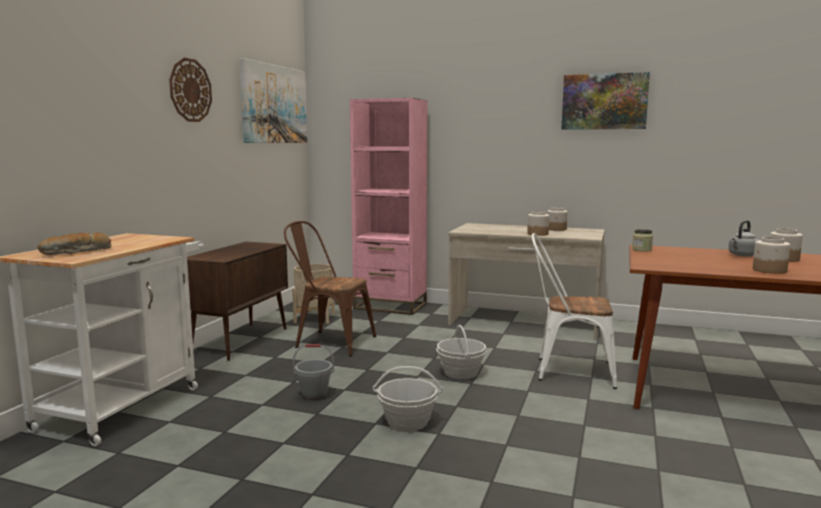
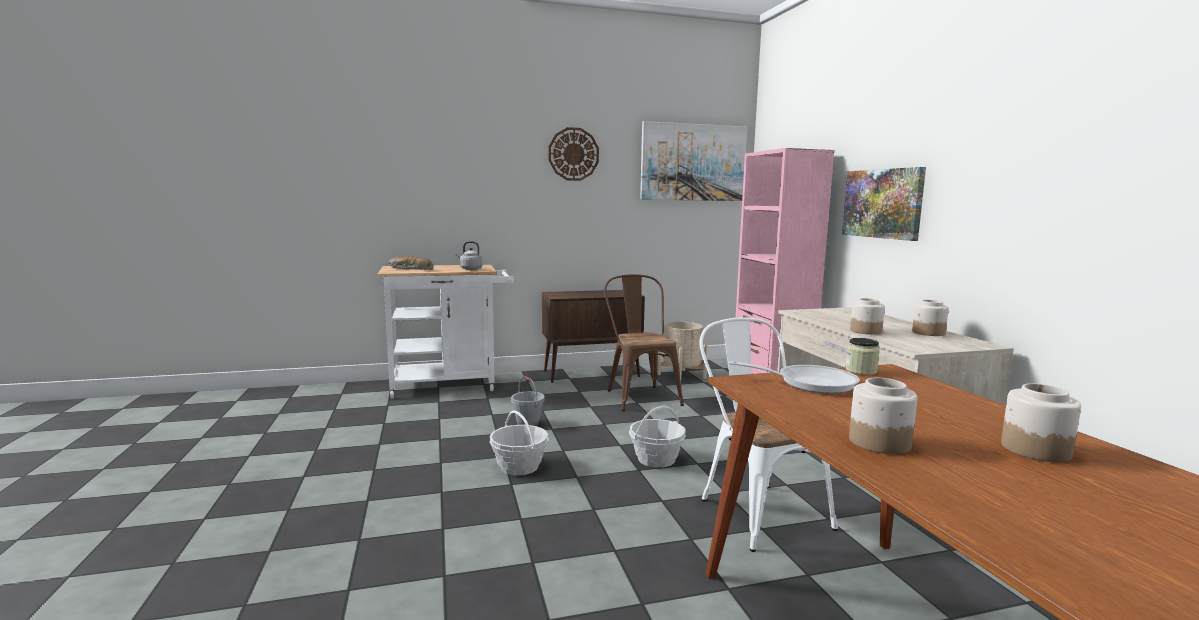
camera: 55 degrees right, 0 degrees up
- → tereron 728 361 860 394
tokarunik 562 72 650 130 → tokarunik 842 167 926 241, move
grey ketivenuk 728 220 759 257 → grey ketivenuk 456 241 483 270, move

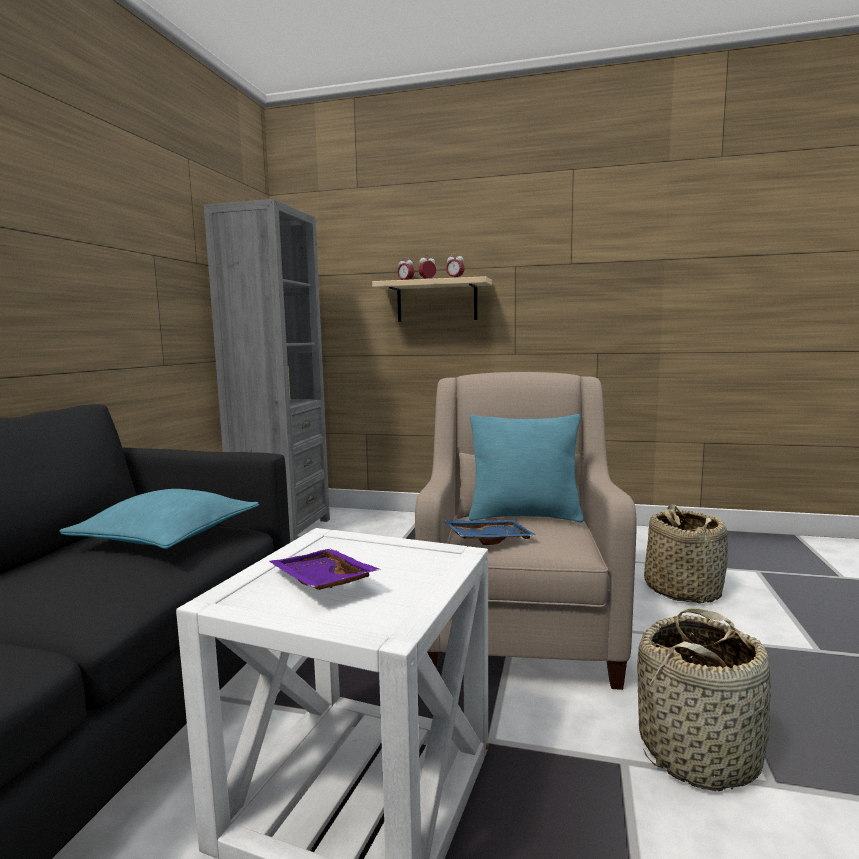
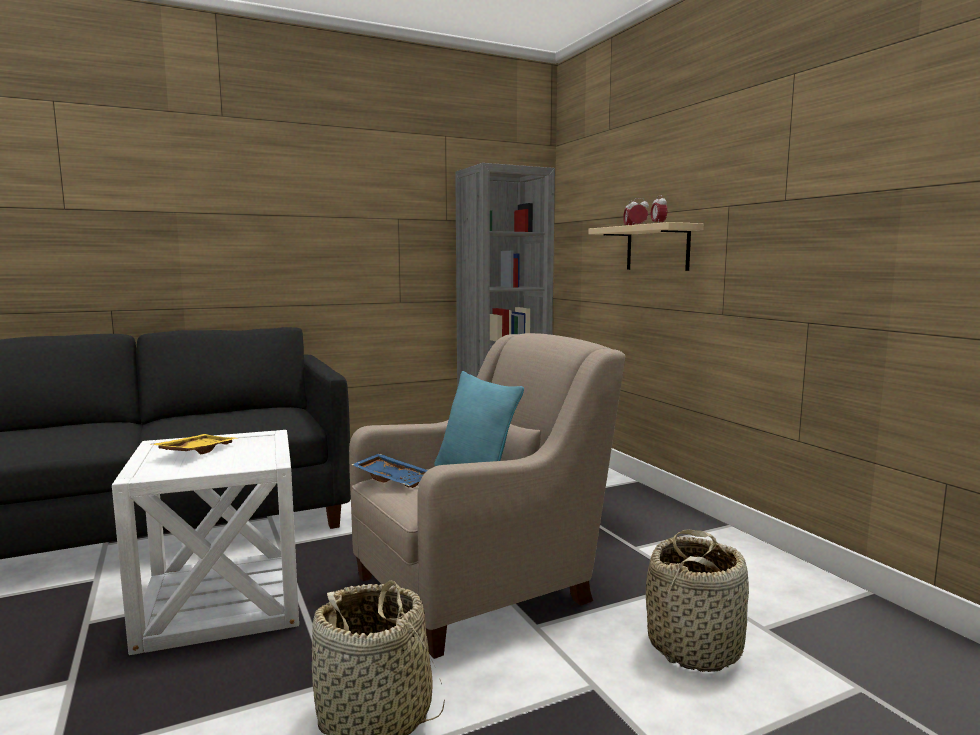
camera: 50 degrees right, 0 degrees up
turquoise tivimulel 59 489 259 549 → -
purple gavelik 269 549 381 590 → yellow gavelik 153 434 238 454

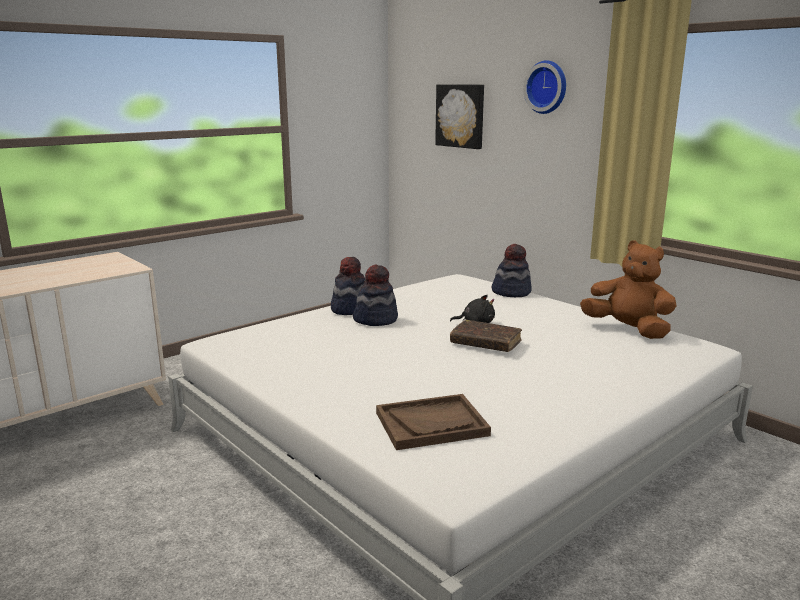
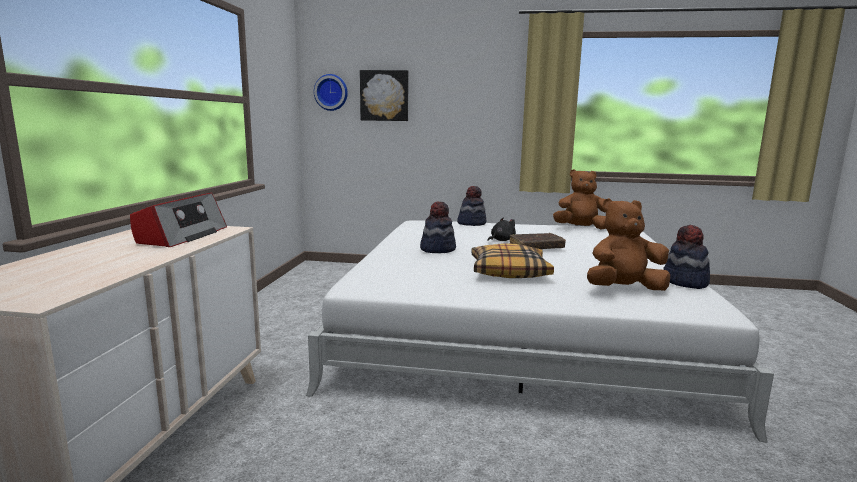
camera: 40 degrees left, 5 degrees down
- → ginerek 130 193 227 247
- → tivimulel 472 243 554 278
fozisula 331 257 365 315 → fozisula 663 225 710 289, move
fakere 523 60 566 114 → fakere 314 74 348 111, move
brown gavelik 376 394 491 450 → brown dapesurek 587 198 670 291

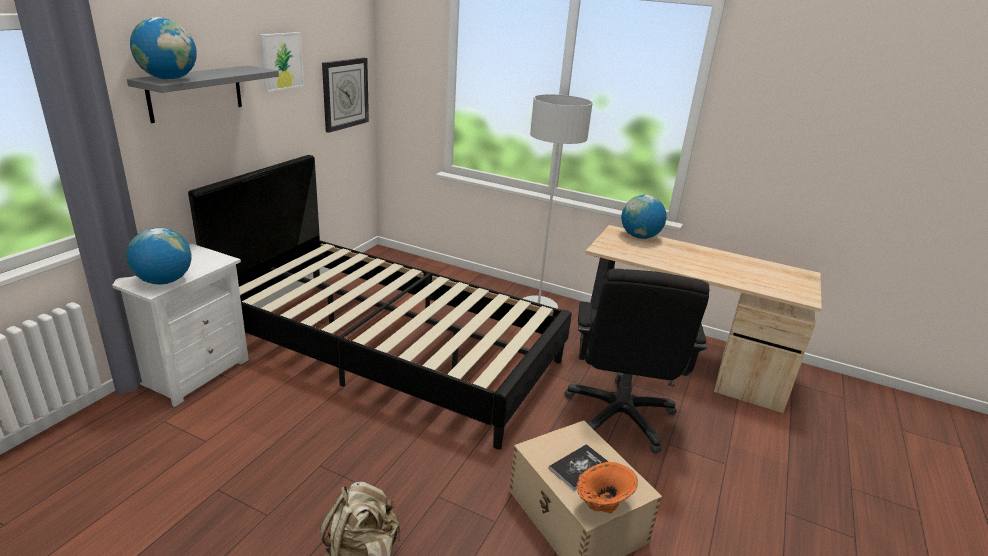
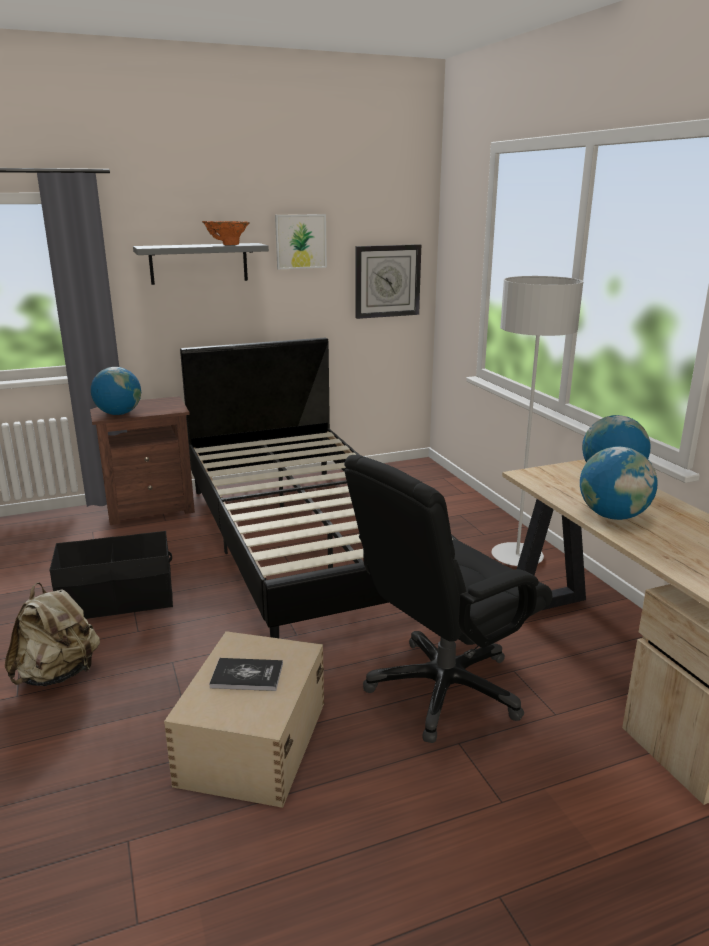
camera: 45 degrees right, 5 degrees down
- → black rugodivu 49 531 173 619
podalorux 130 17 197 80 → podalorux 580 446 658 520, move
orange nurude 577 462 638 513 → orange nurude 202 221 249 245, move
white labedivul 112 243 249 407 → brown labedivul 90 396 195 525

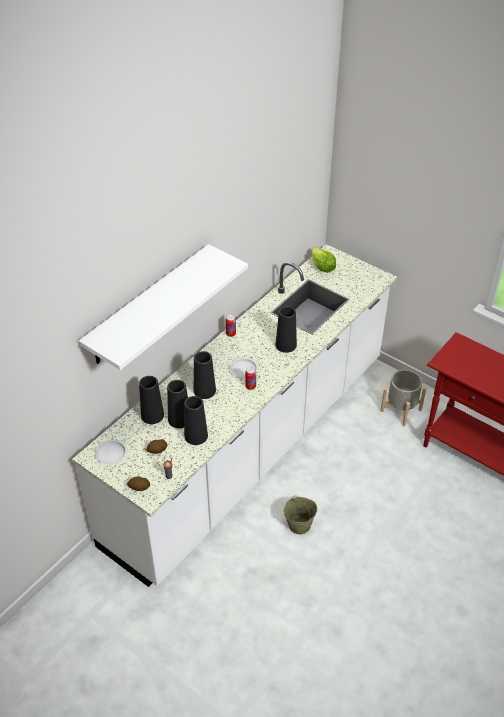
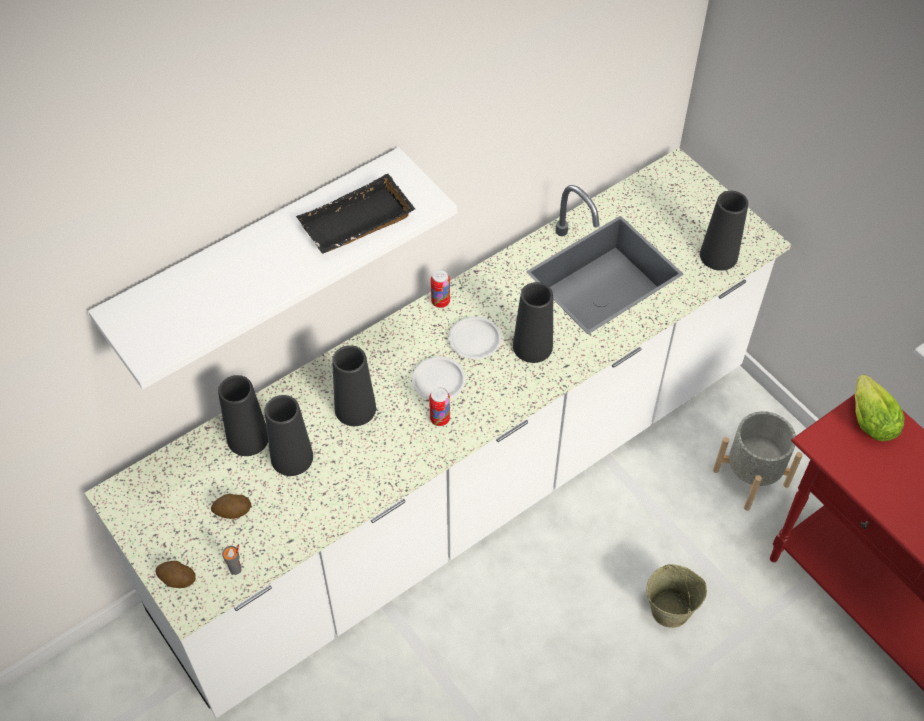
camera: 15 degrees right, 10 degrees up
- → black gavelik 296 174 415 254
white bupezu 95 440 127 465 → white bupezu 449 316 502 359, move
black nurude 184 396 208 445 → black nurude 700 191 748 271, move
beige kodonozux 284 496 317 534 → beige kodonozux 646 564 707 628, move
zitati 312 247 336 273 → zitati 855 375 904 441, move

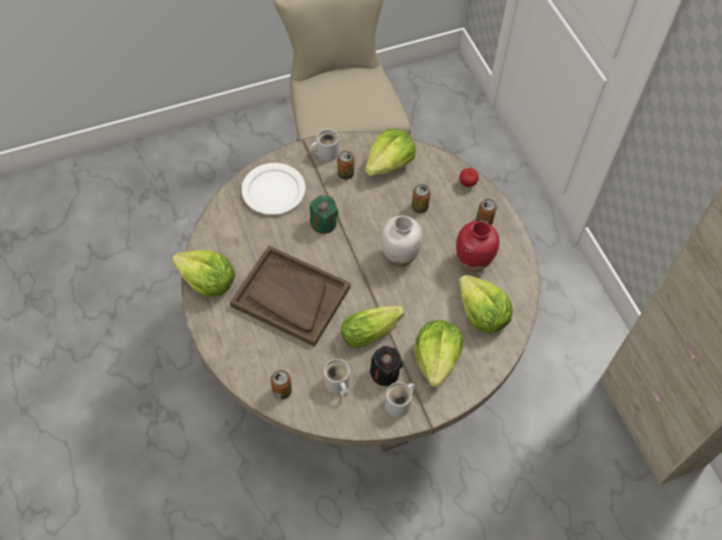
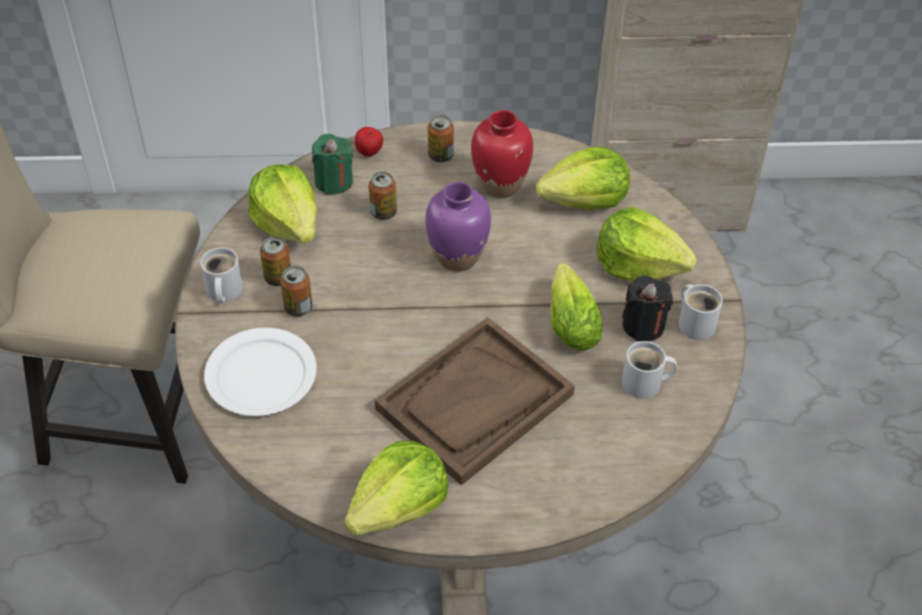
camera: 70 degrees left, 10 degrees down
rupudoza 271 370 292 399 → rupudoza 280 266 312 316, move
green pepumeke 310 195 339 234 → green pepumeke 312 134 353 195, move
white nurude 380 216 423 267 → purple nurude 425 182 491 272

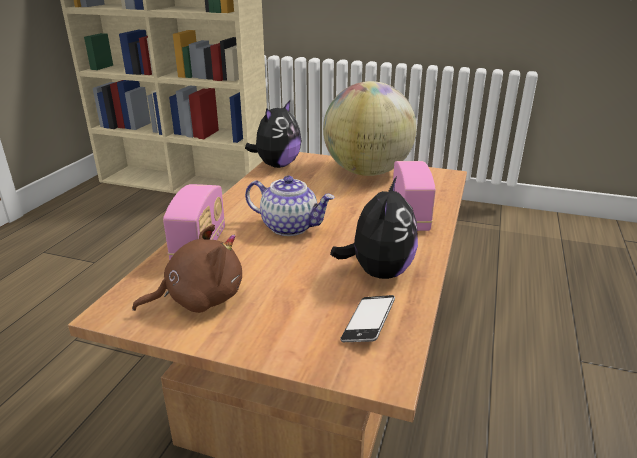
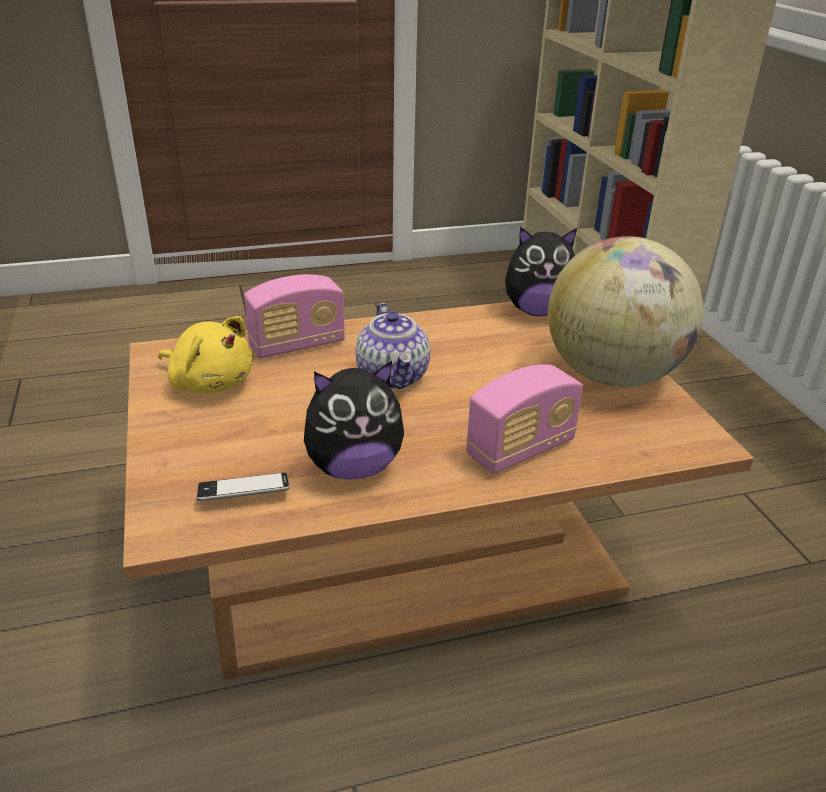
camera: 55 degrees right, 5 degrees up
brown dapesurek 132 224 242 313 → yellow dapesurek 159 316 252 394

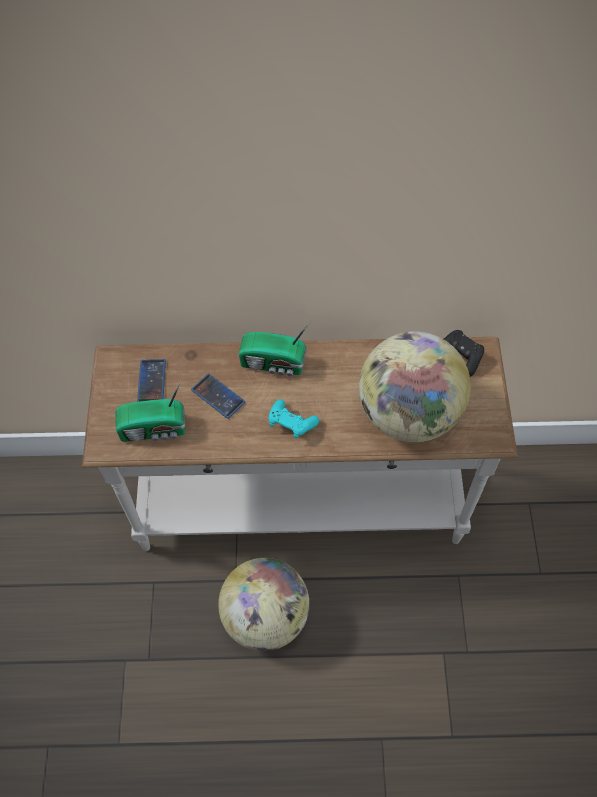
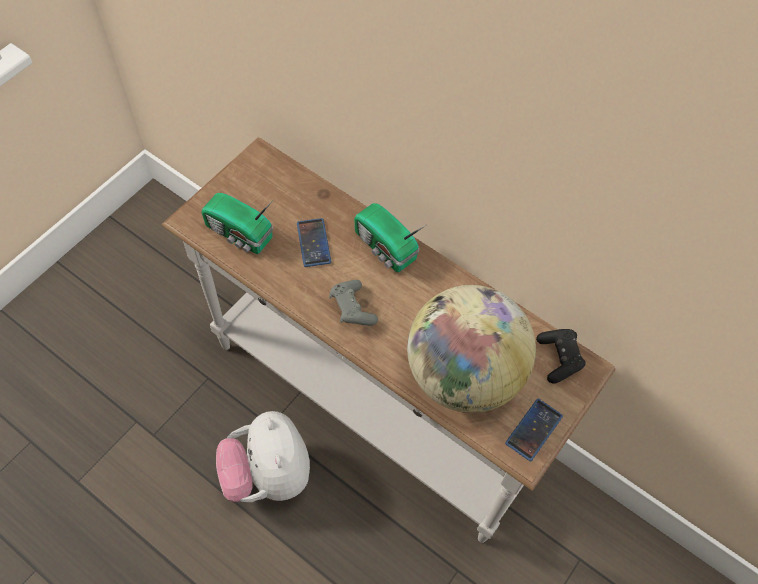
camera: 35 degrees right, 0 degrees up
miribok 137 359 166 402 → miribok 505 399 563 461, move
podalorux 218 558 309 651 → dapesurek 216 411 310 502
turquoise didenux 269 399 319 439 → grey didenux 329 280 378 326

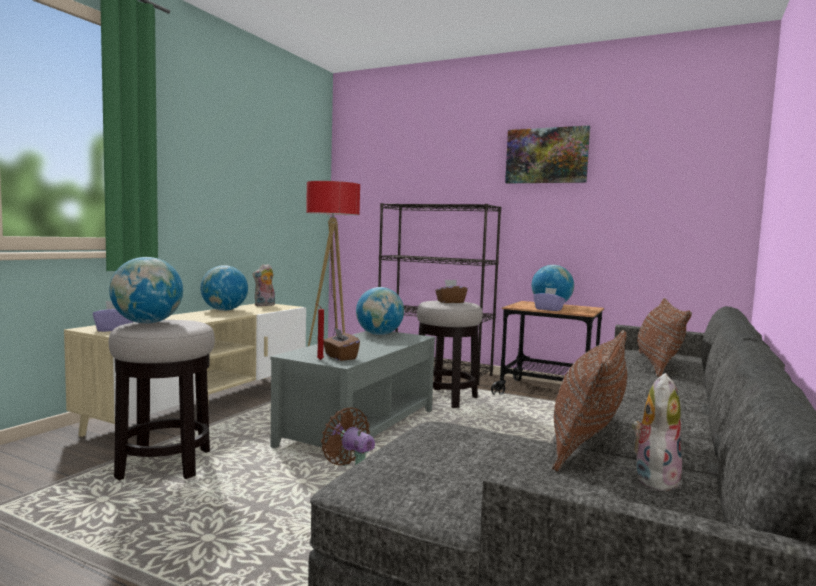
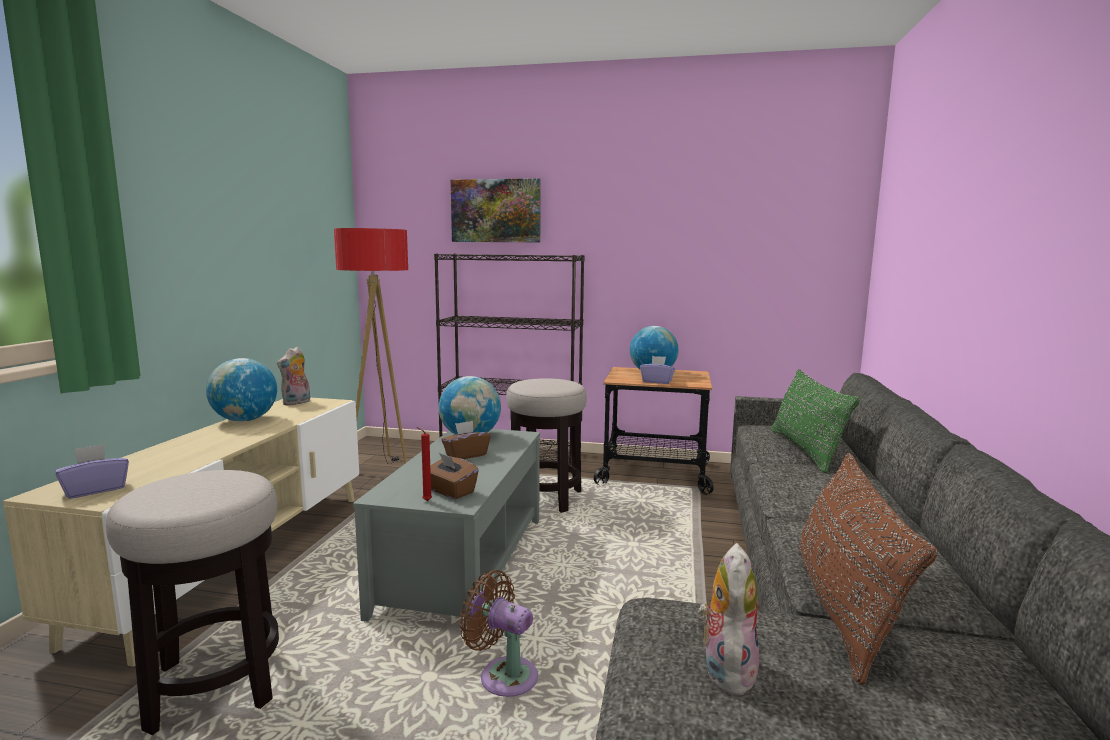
camera: 15 degrees left, 5 degrees up
podalorux 109 257 183 324 → -
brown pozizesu 435 280 468 303 → brown pozizesu 442 421 491 459, move
tokarunik 505 125 590 183 → tokarunik 451 178 541 242, move
dapesurek 632 373 682 491 → dapesurek 699 543 759 699, move
brown tivimulel 637 298 692 377 → green tivimulel 771 369 860 473

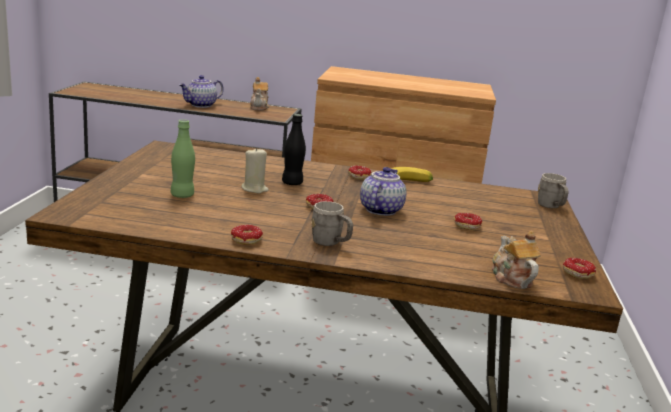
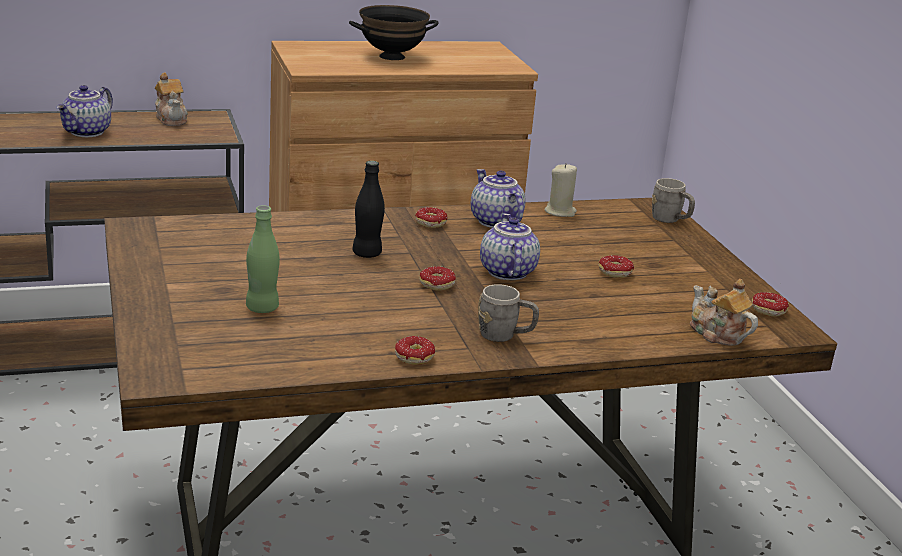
camera: 25 degrees left, 5 degrees up
- → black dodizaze 349 5 439 60
beige pepumeke 241 147 269 193 → beige pepumeke 544 163 577 217, move
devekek 391 167 433 182 → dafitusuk 471 169 526 228

